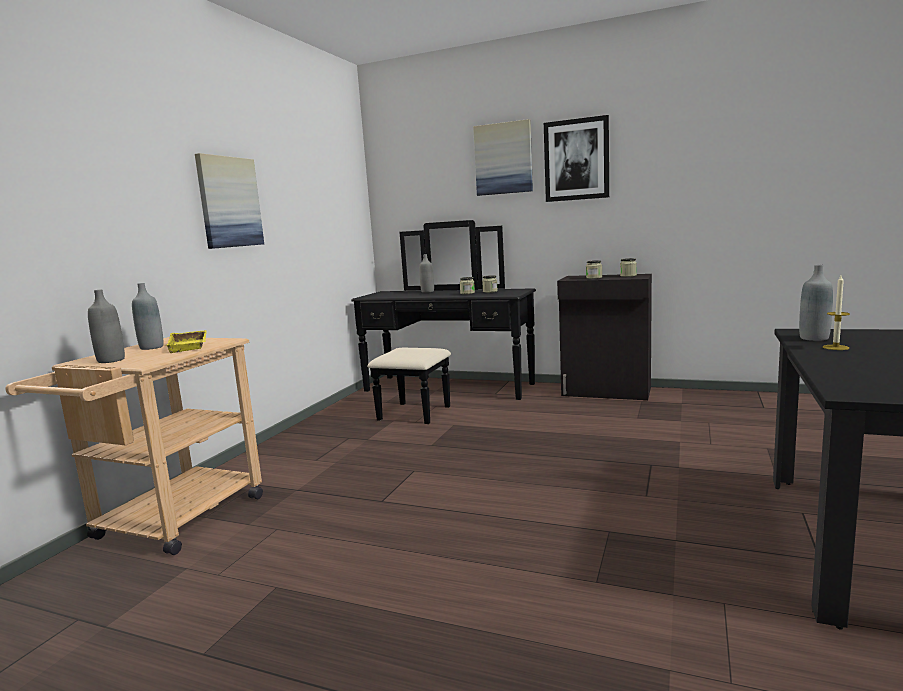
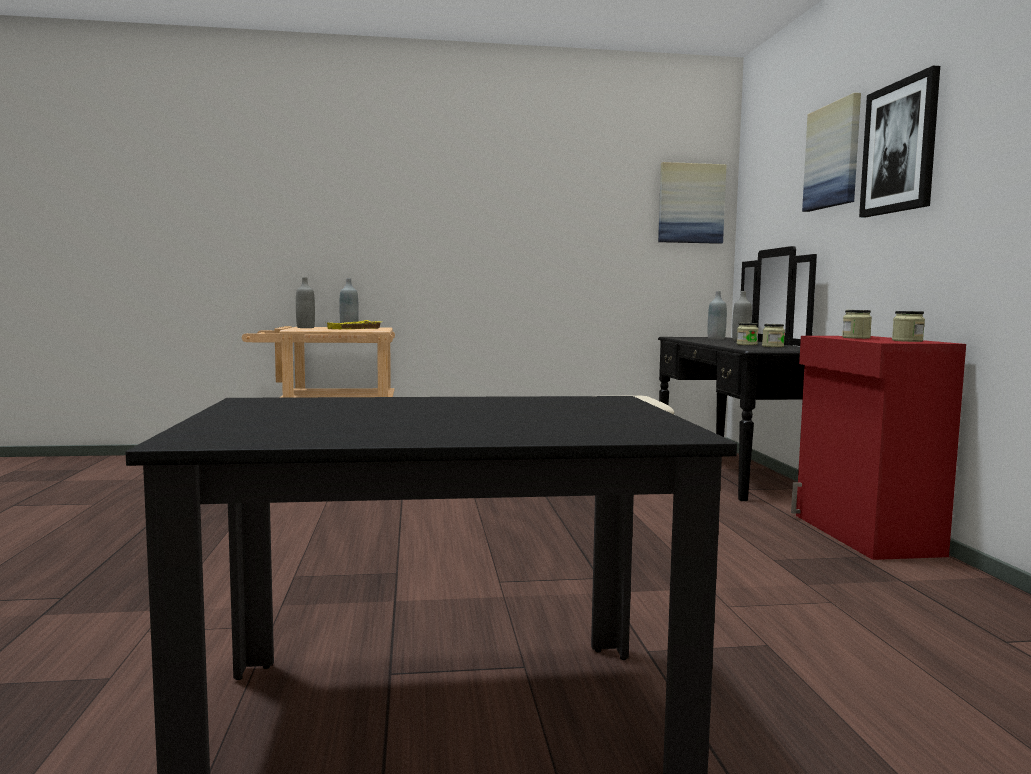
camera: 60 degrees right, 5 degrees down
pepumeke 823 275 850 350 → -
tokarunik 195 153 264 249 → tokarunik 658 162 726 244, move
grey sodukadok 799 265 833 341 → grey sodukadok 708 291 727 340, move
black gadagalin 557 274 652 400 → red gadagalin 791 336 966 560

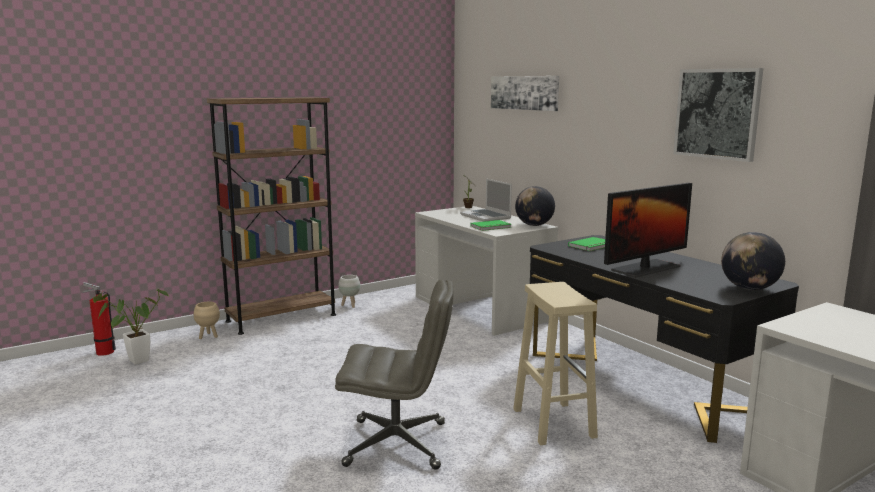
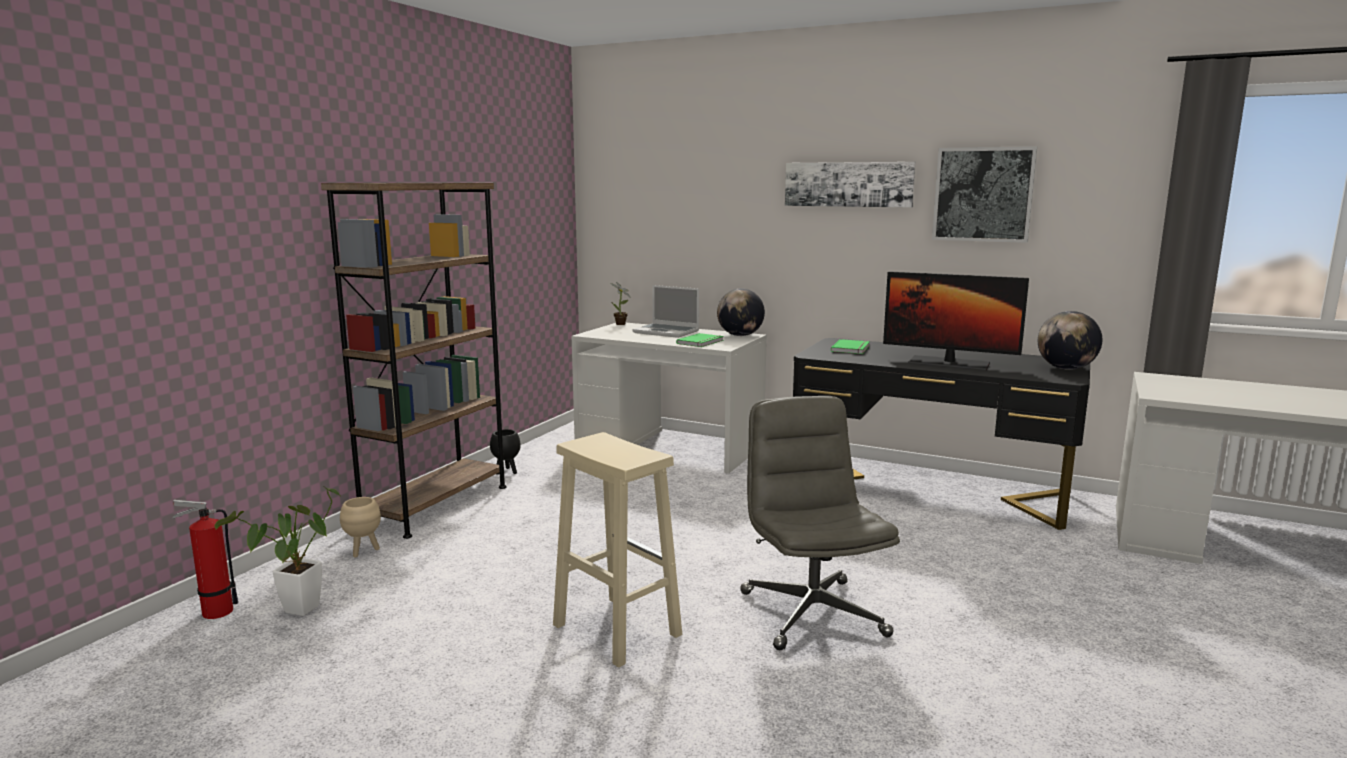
camera: 30 degrees left, 0 degrees up
tokarunik 491 76 559 111 → tokarunik 785 162 916 208, move
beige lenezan 513 282 598 445 → beige lenezan 553 432 682 668, move
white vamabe 338 275 360 308 → black vamabe 490 429 521 474
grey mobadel 335 280 453 470 → grey mobadel 740 396 900 650, 75 degrees counterclockwise
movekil 604 183 692 277 → movekil 883 271 1029 370, 90 degrees clockwise

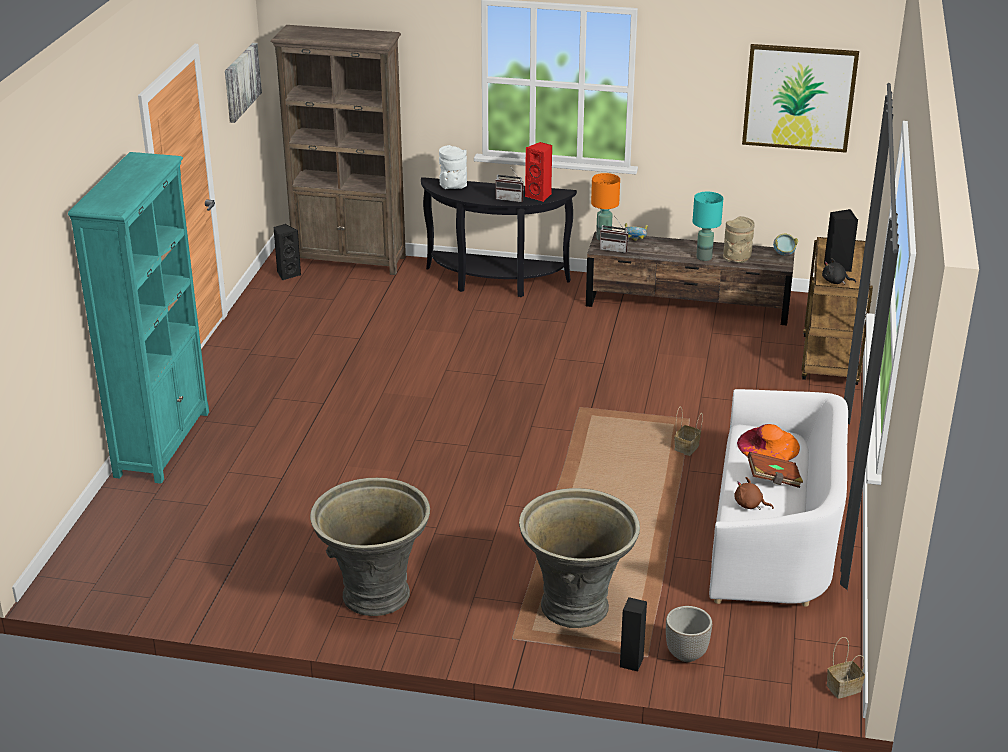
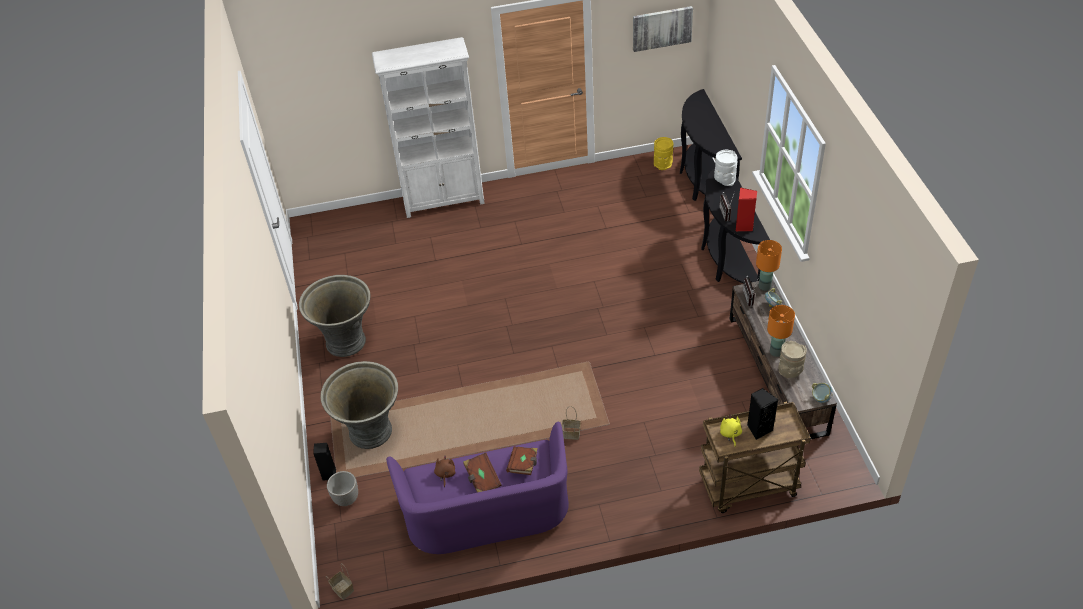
camera: 70 degrees right, 15 degrees up
tokarunik 742 44 859 153 → -
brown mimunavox 271 25 406 275 → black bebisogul 680 89 742 201
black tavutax 273 224 301 281 → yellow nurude 654 137 673 170
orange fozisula 737 424 800 461 → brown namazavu 506 446 538 475
turquoise mimunavox 68 152 209 484 → white mimunavox 372 37 485 218
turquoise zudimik 692 192 723 261 → orange zudimik 767 305 795 357
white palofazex 709 389 848 607 → purple palofazex 386 422 569 554
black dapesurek 822 258 856 284 → yellow dapesurek 720 415 742 446

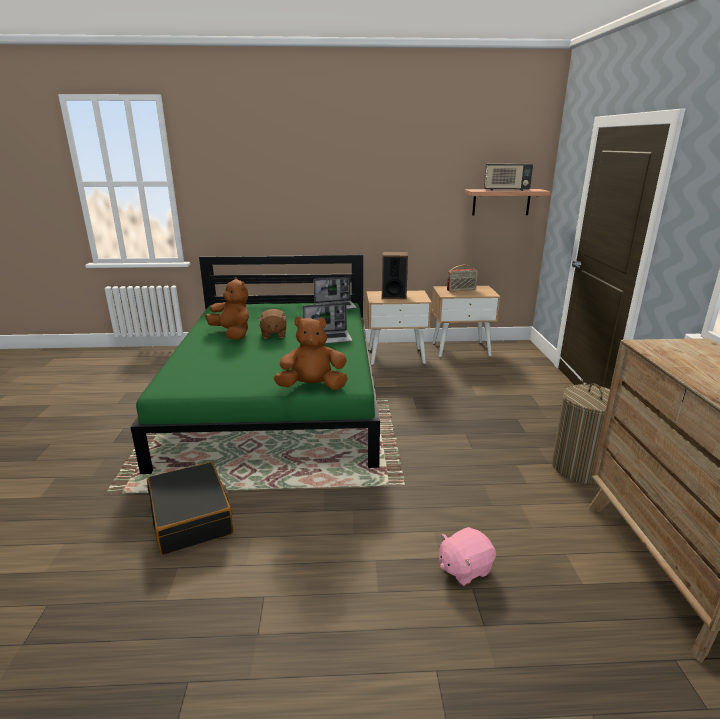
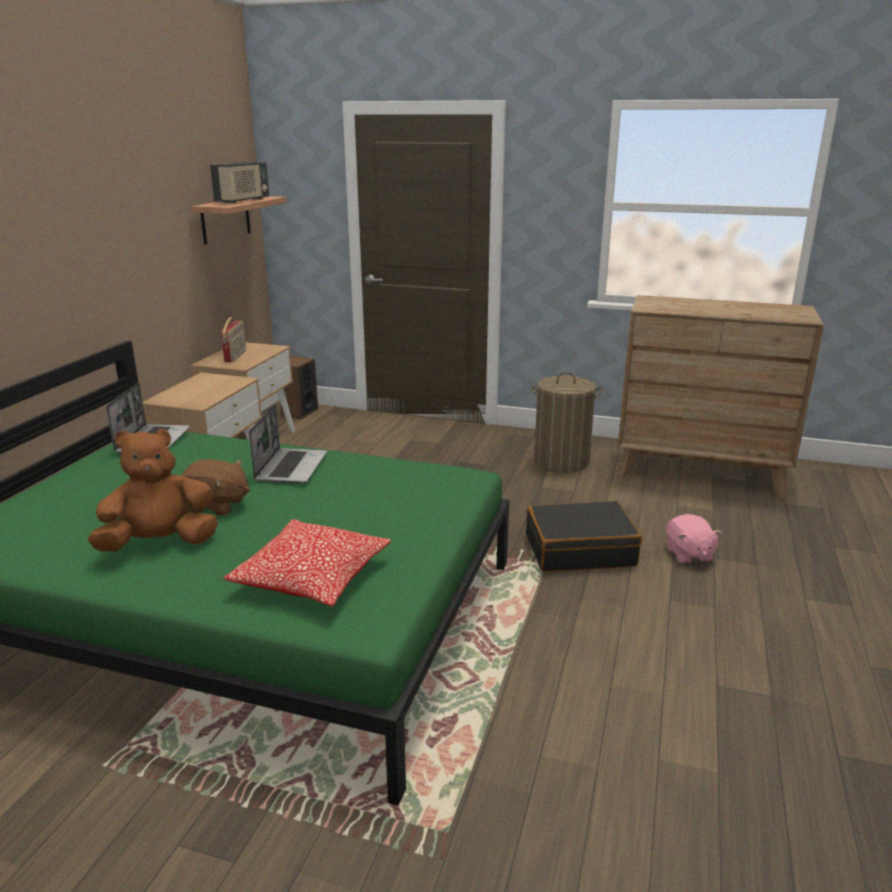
camera: 70 degrees left, 0 degrees up
brown dapesurek 274 316 348 390 → -
- → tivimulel 224 519 391 607
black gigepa 147 462 233 555 → black gigepa 526 501 642 572, move
tavutax 382 252 408 299 → tavutax 280 356 318 419, move

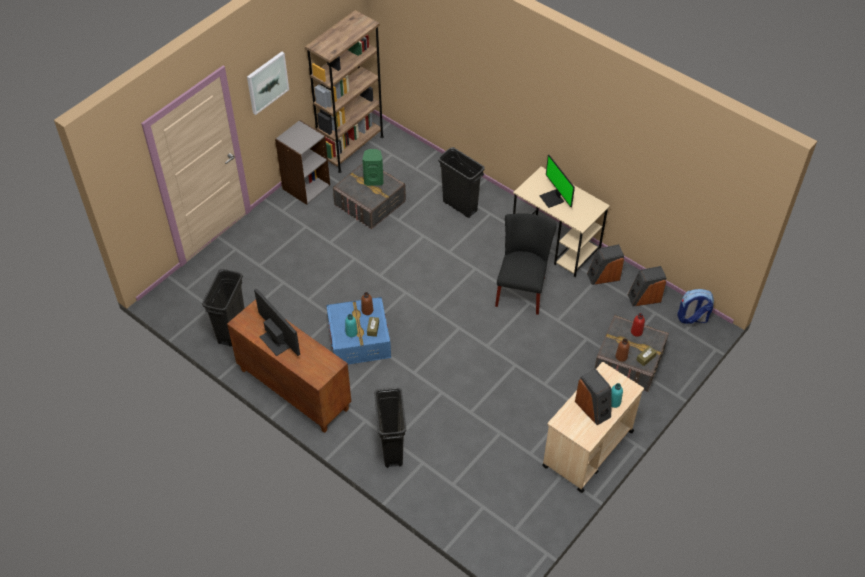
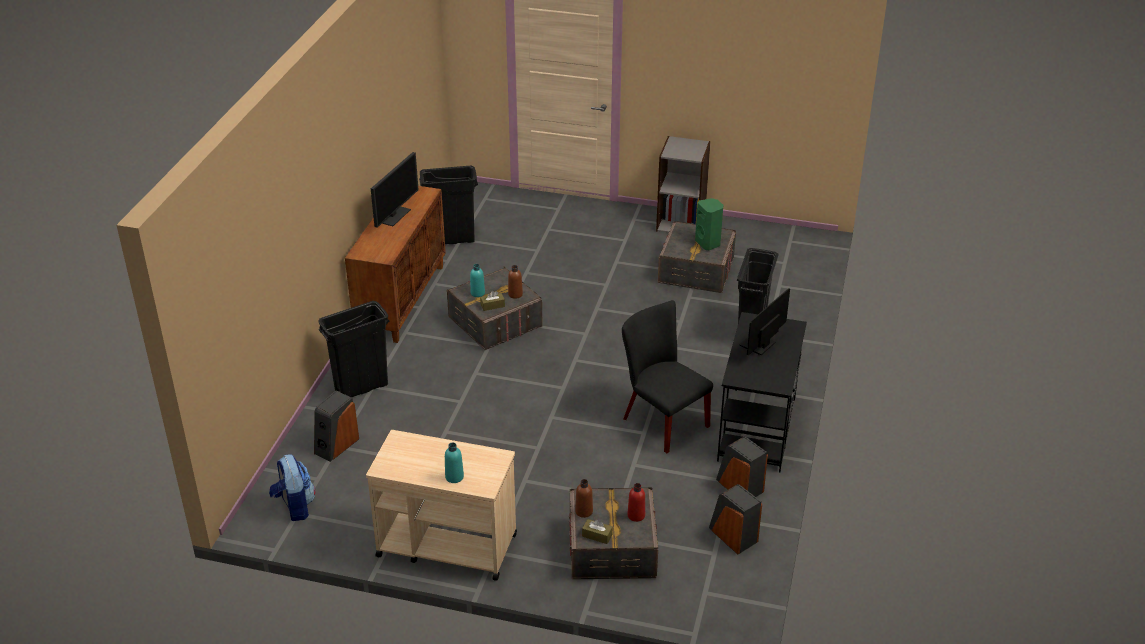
camera: 65 degrees right, 15 degrees down
tokarunik 247 52 289 115 → -
brown mimunavox 305 10 384 173 → -
tavutax 575 369 612 425 → tavutax 314 391 359 462, move
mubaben 677 289 714 324 → mubaben 269 455 315 521, move
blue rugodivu 326 297 391 365 → grey rugodivu 447 267 543 351
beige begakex 513 167 610 277 → black begakex 717 312 807 472
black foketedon 495 213 557 315 → black foketedon 622 300 713 453, 120 degrees counterclockwise

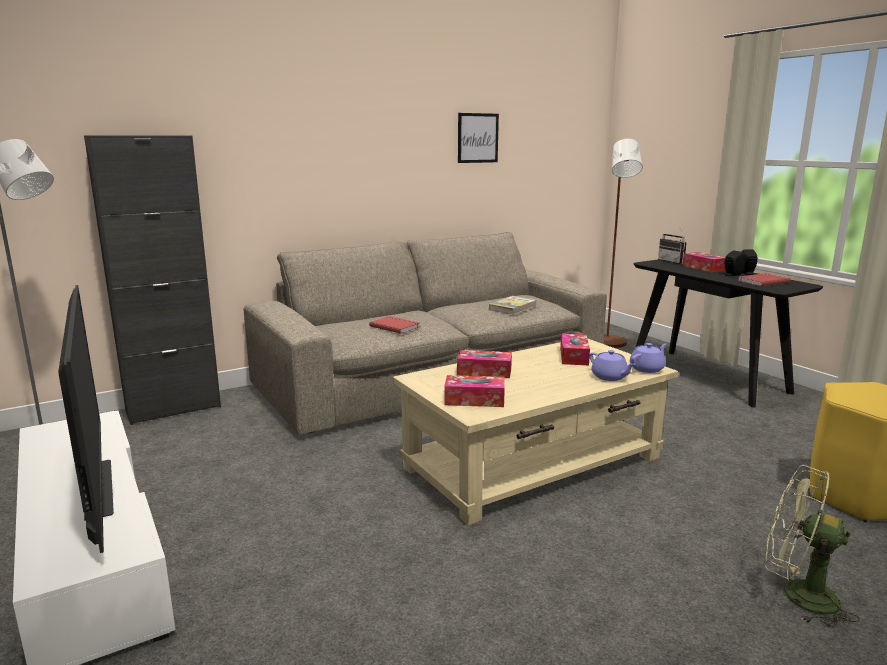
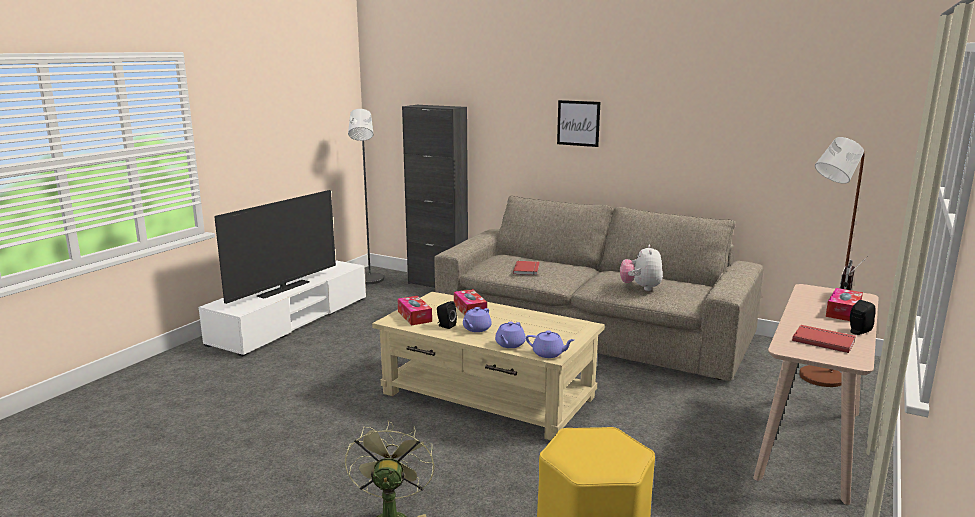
camera: 60 degrees right, 0 degrees up
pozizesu 560 333 590 365 → -
- → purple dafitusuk 463 307 492 332
tokarunik 458 113 499 163 → tokarunik 557 100 600 147, move
black tavutax 725 251 744 276 → black tavutax 437 301 457 329, move
namazavu 489 296 537 315 → dapesurek 620 245 663 291
black bebisogul 633 259 823 407 → beige bebisogul 753 284 879 505

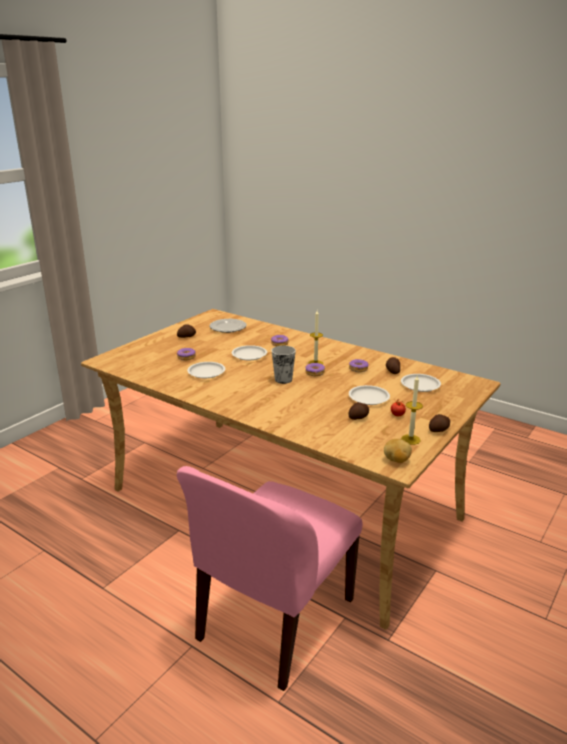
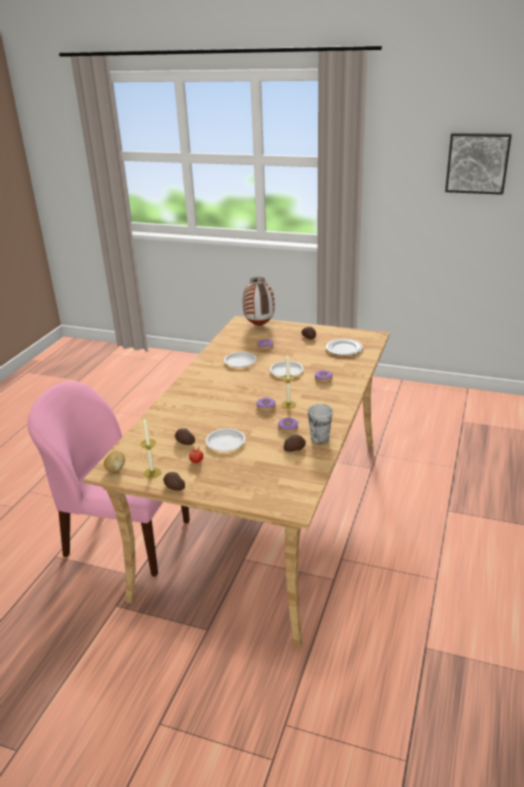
camera: 75 degrees right, 5 degrees up
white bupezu 401 374 441 392 → -
- → nurude 243 277 275 326
- → tokarunik 445 133 512 195
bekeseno 272 346 296 384 → bekeseno 308 404 333 444, move

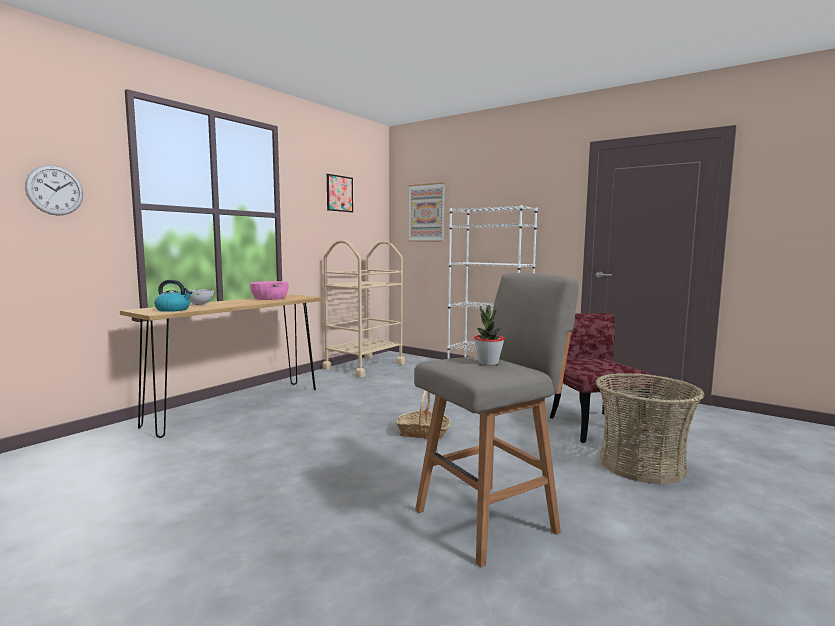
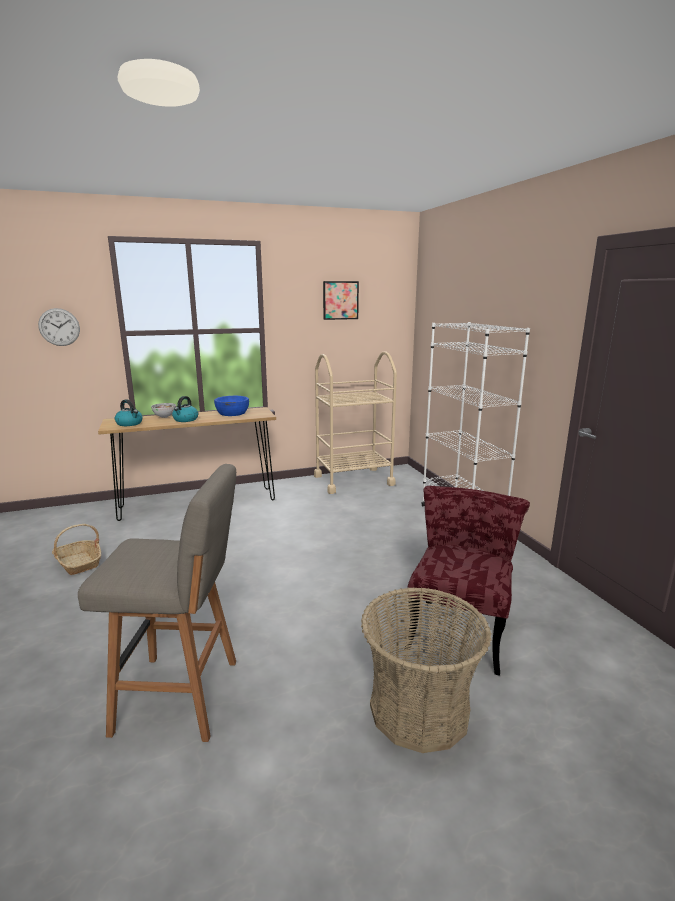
camera: 35 degrees right, 10 degrees up
tokarunik 408 182 445 242 → -
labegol 474 305 505 365 → -
- → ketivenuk 172 396 198 422
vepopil 396 391 451 439 → vepopil 52 524 101 575, move
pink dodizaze 250 281 289 300 → blue dodizaze 214 396 249 416

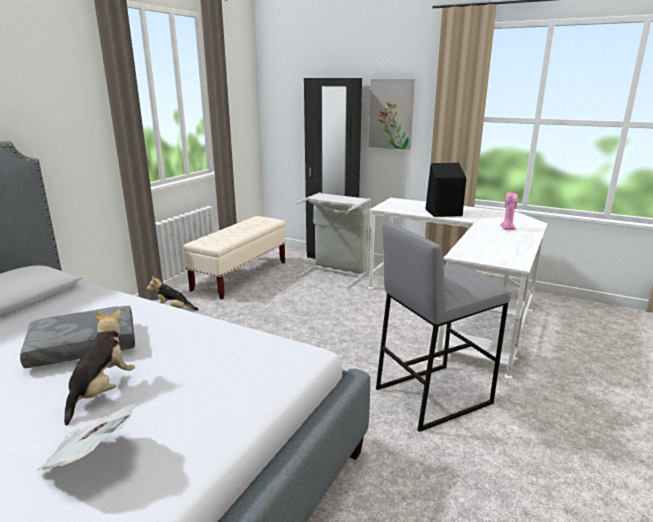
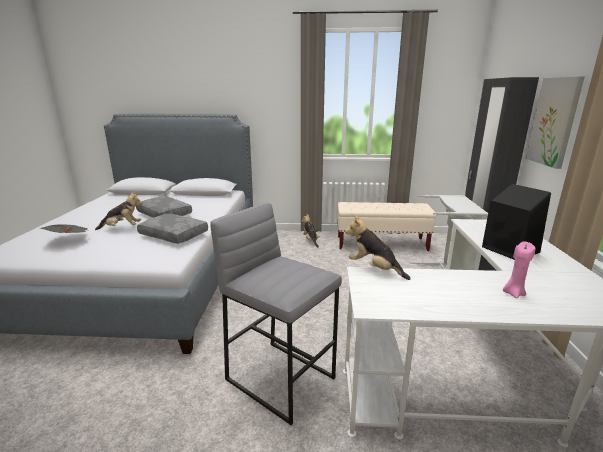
camera: 65 degrees right, 0 degrees up
- → grey tivimulel 137 213 208 244
- → dapesurek 345 215 411 280

